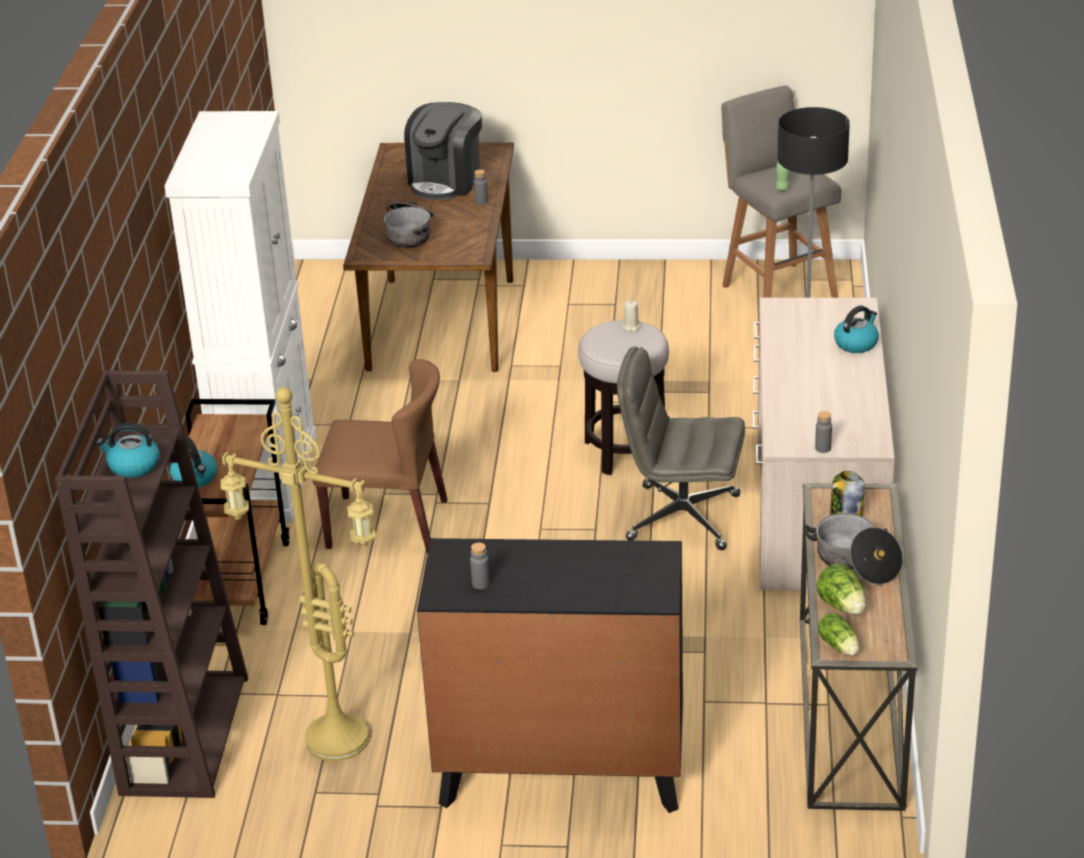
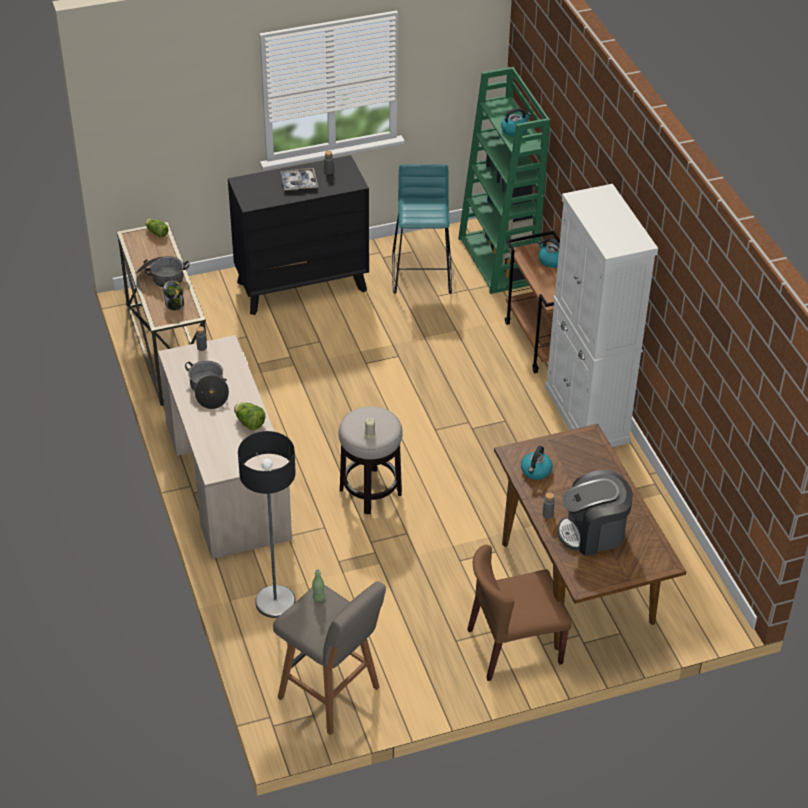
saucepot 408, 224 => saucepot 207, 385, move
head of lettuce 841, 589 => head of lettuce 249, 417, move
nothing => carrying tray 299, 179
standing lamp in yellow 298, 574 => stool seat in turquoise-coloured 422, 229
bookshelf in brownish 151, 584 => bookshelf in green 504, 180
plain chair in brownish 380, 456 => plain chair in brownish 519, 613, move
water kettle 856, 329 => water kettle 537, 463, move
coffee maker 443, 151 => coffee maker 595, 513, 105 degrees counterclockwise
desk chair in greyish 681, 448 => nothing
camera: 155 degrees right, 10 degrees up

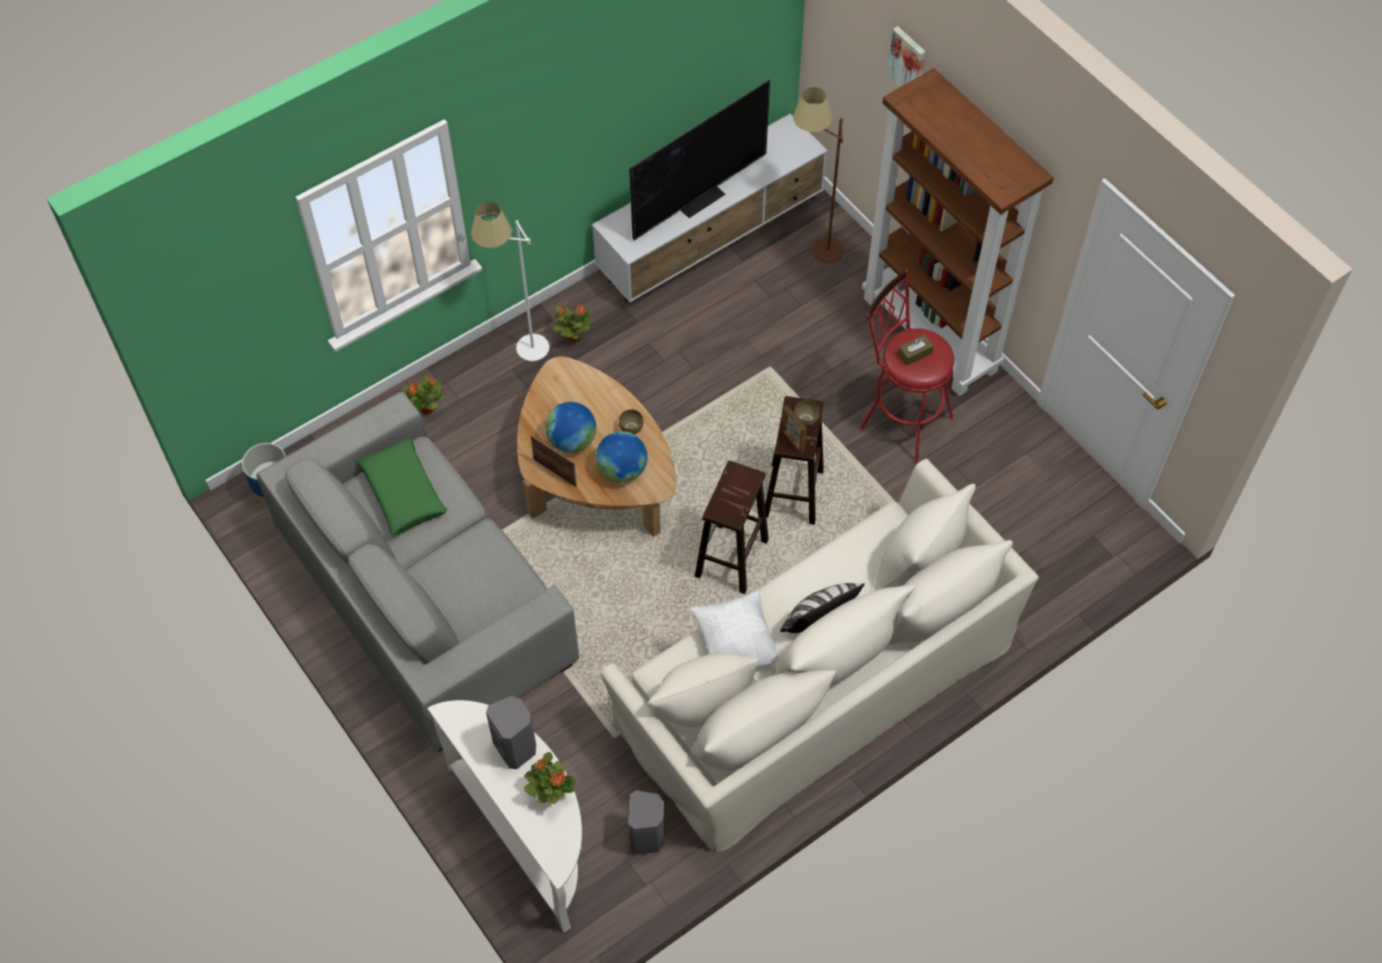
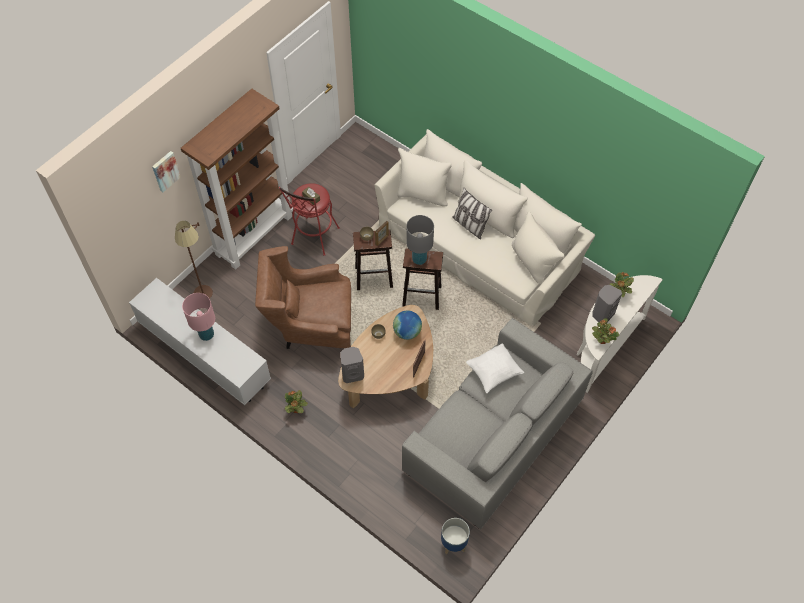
TV set 700, 160 => lamp for a table in pinkish 198, 317
nothing => armchair in brownish 303, 297
speaker in greyish 646, 822 => speaker in greyish 352, 365, move
nothing => lamp for a table in greyish 420, 240
cushion in white-coloured 735, 629 => cushion in white-coloured 495, 368, move
potted plant 423, 394 => potted plant 605, 331, move
cushion in green 402, 487 => nothing
standing lamp in white-coloured 510, 281 => nothing
desk globe 570, 427 => nothing
camera: 105 degrees left, 0 degrees up

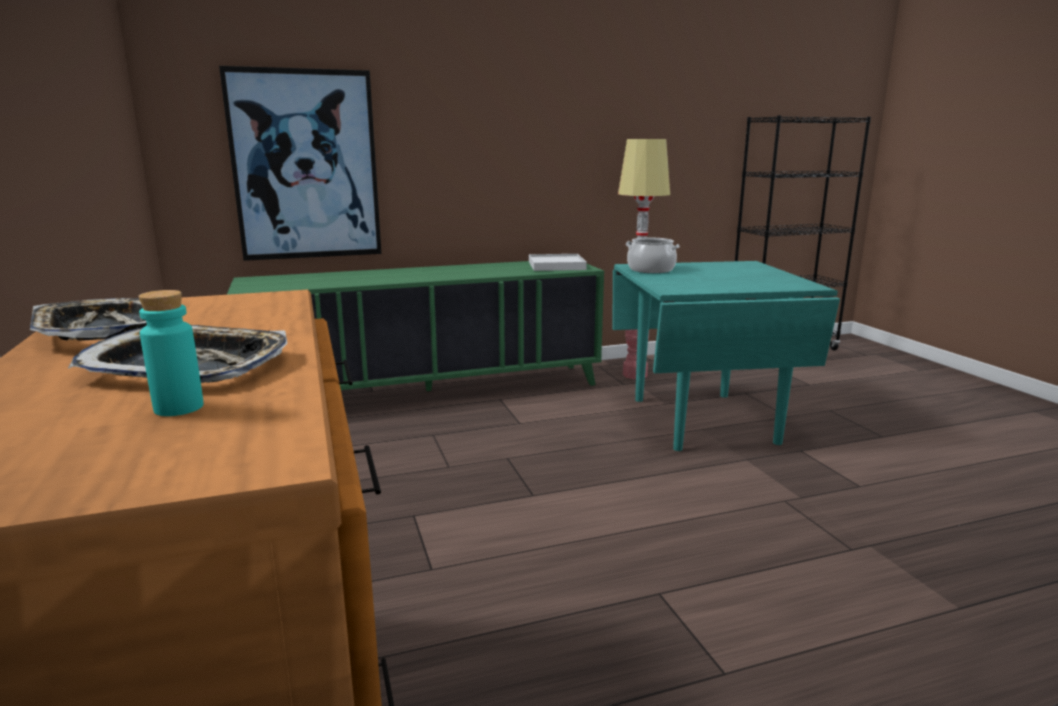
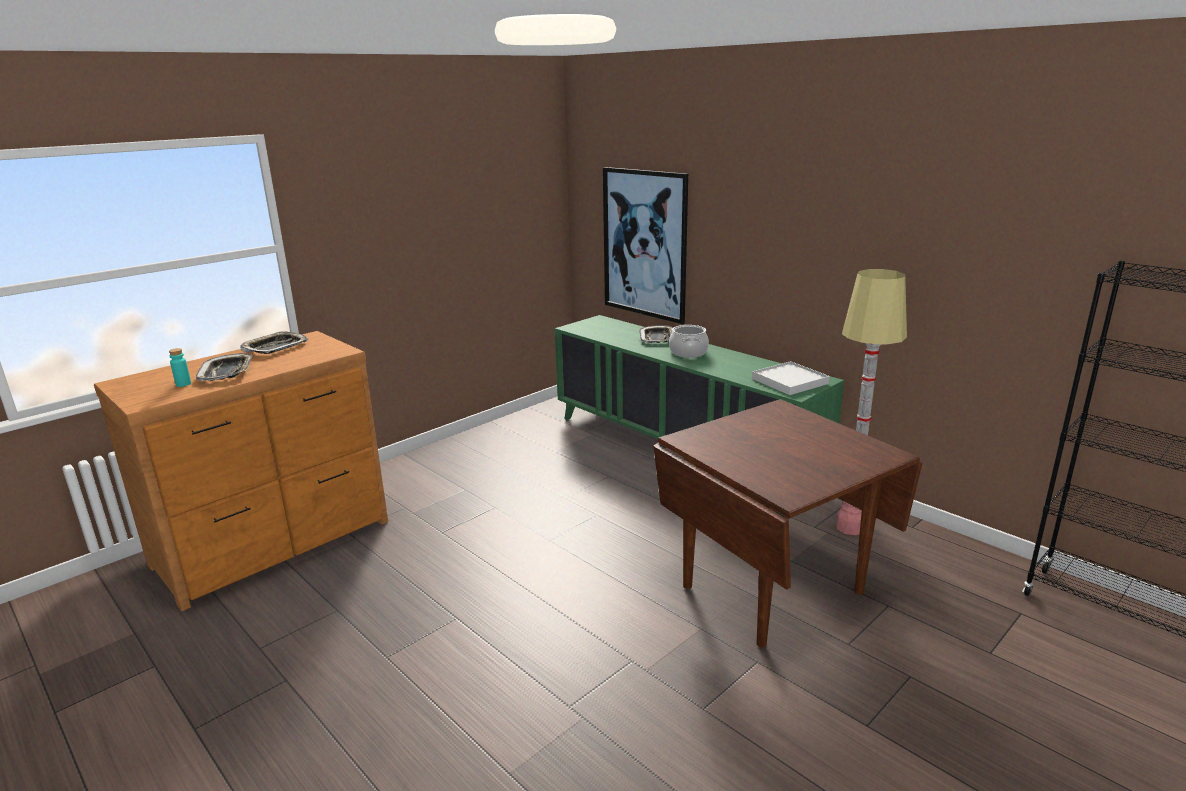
nothing => carrying tray 656, 334
dinner table in turquoise-coloured 726, 356 => dinner table in brownish 788, 523
saucepot 652, 255 => saucepot 689, 341, move
camera: 65 degrees right, 5 degrees up

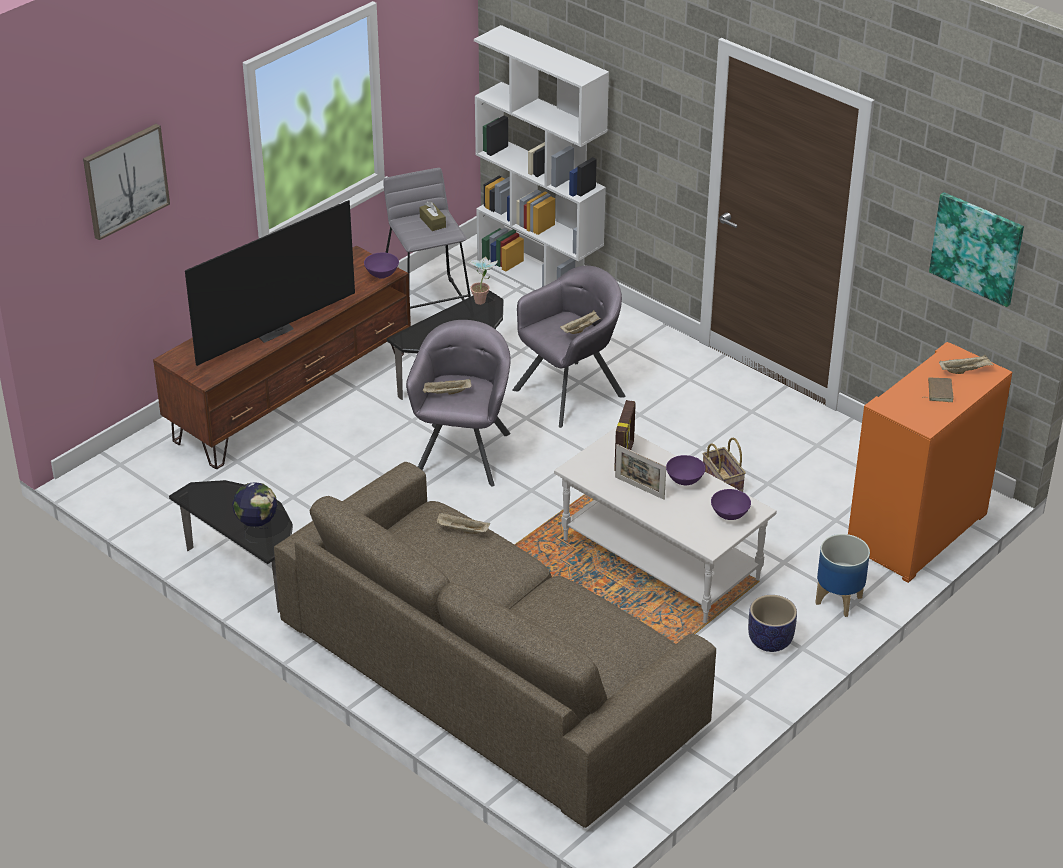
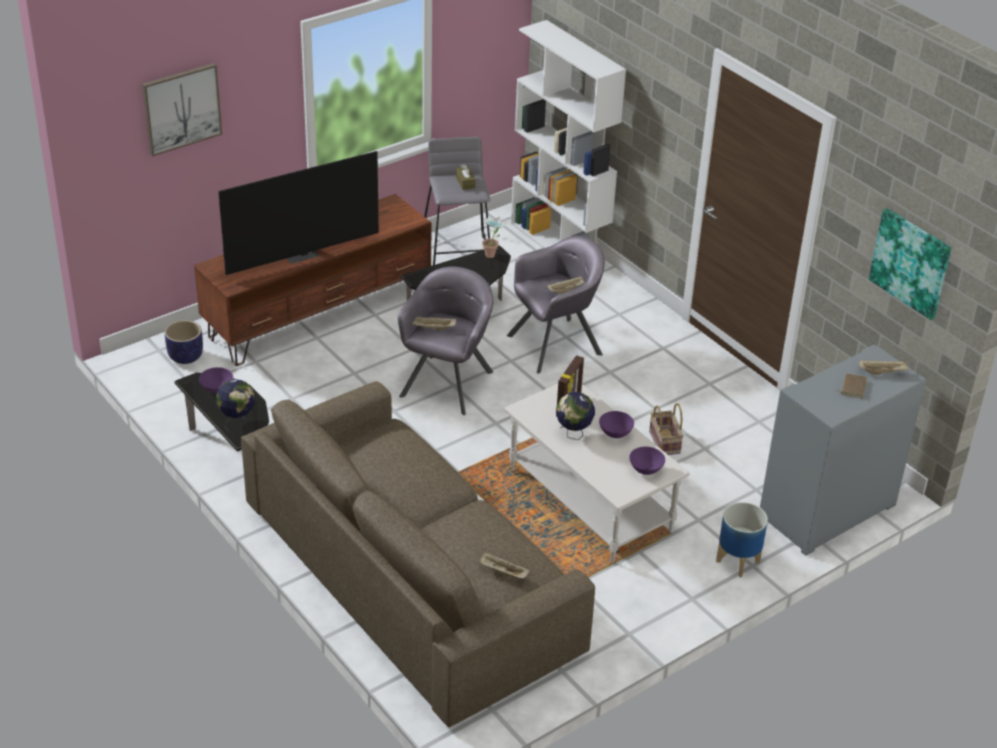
flower pot 772, 623 => flower pot 184, 342, move
serving bowl in purplish 381, 265 => serving bowl in purplish 216, 380, move
carrying tray in beige 463, 523 => carrying tray in beige 504, 565, move
photo frame 640, 472 => desk globe 575, 416
cupboard in orangey 930, 462 => cupboard in greyish 843, 450
camera: 10 degrees right, 0 degrees up

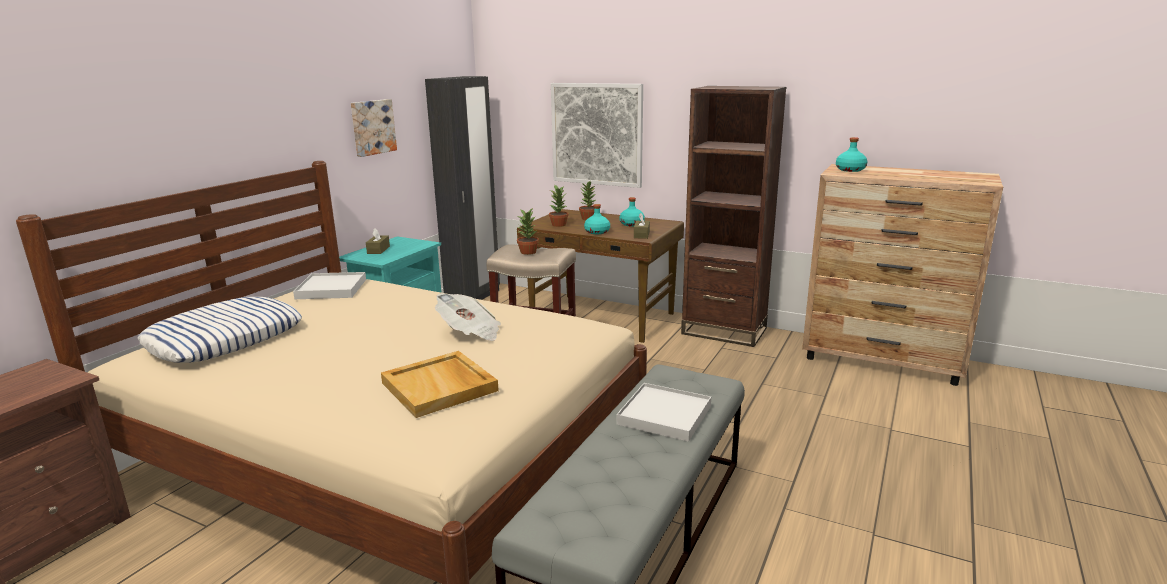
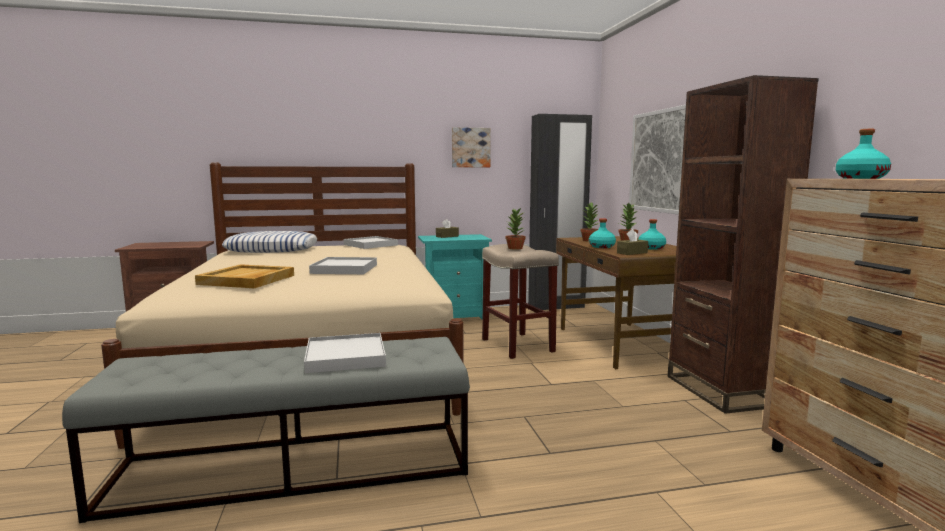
newspaper 468, 317 => carrying tray in white-coloured 343, 265
camera: 50 degrees right, 10 degrees down

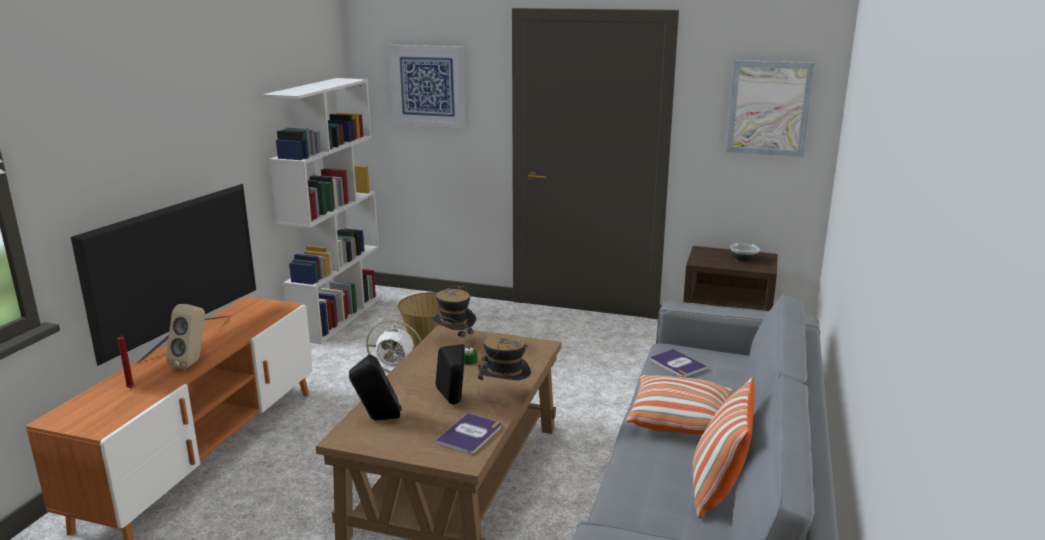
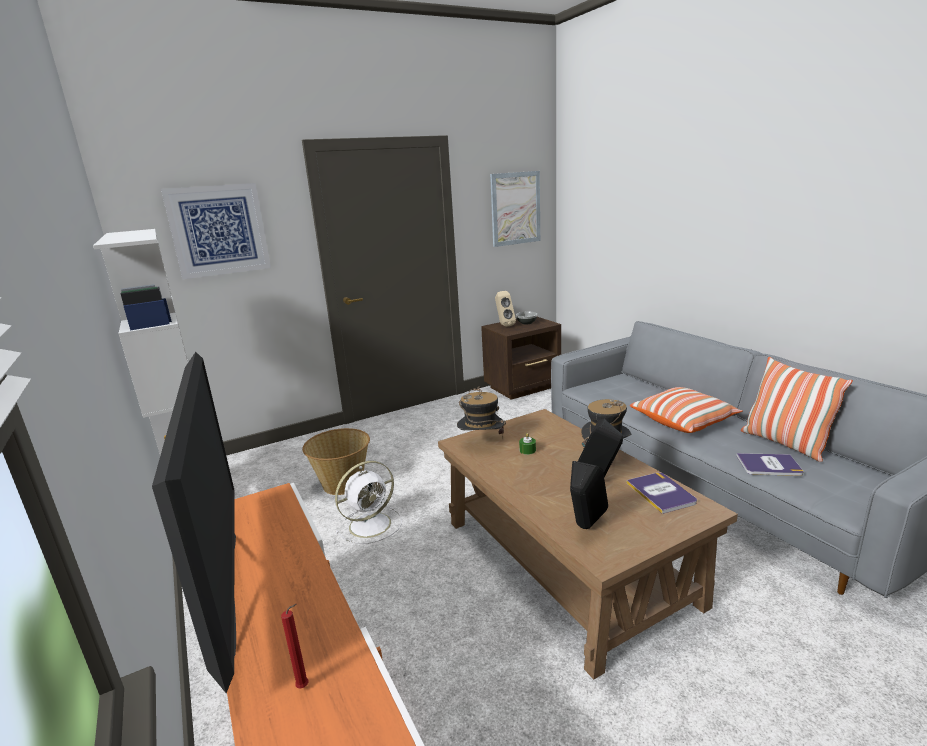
speaker in beige 185, 336 => speaker in beige 505, 309, move
bound book 679, 363 => bound book 770, 464, move
camera: 45 degrees left, 0 degrees up

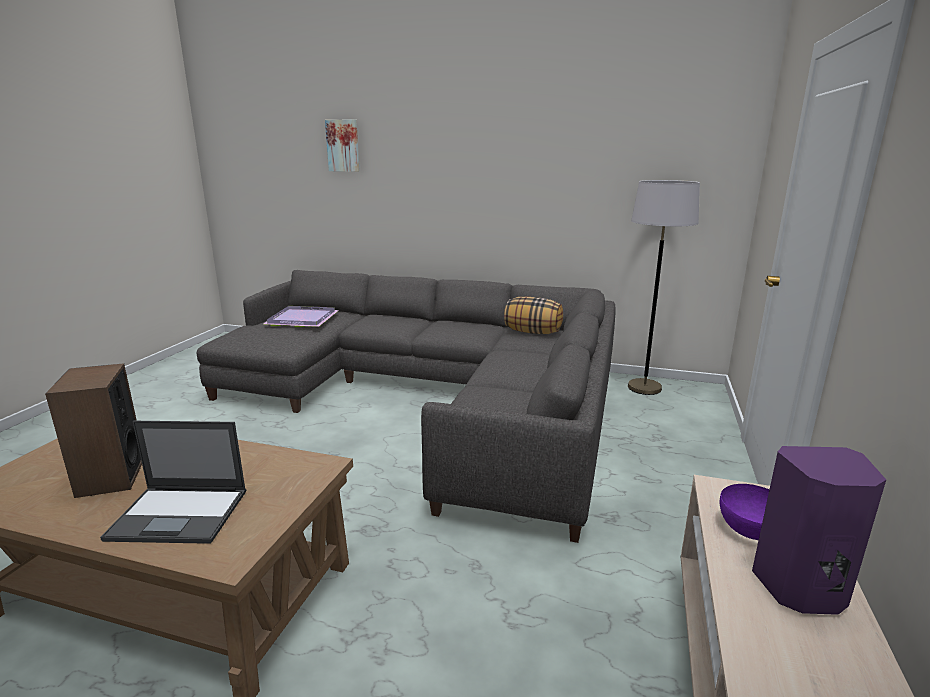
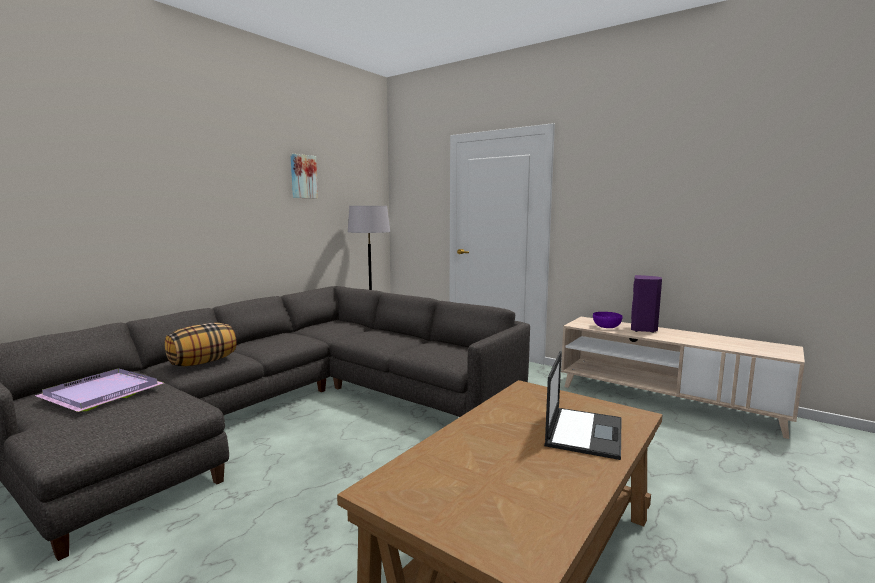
cushion 533, 315 => cushion 201, 345, move
picture 342, 145 => picture 304, 176, move
speaker 93, 430 => nothing
camera: 70 degrees left, 10 degrees down

